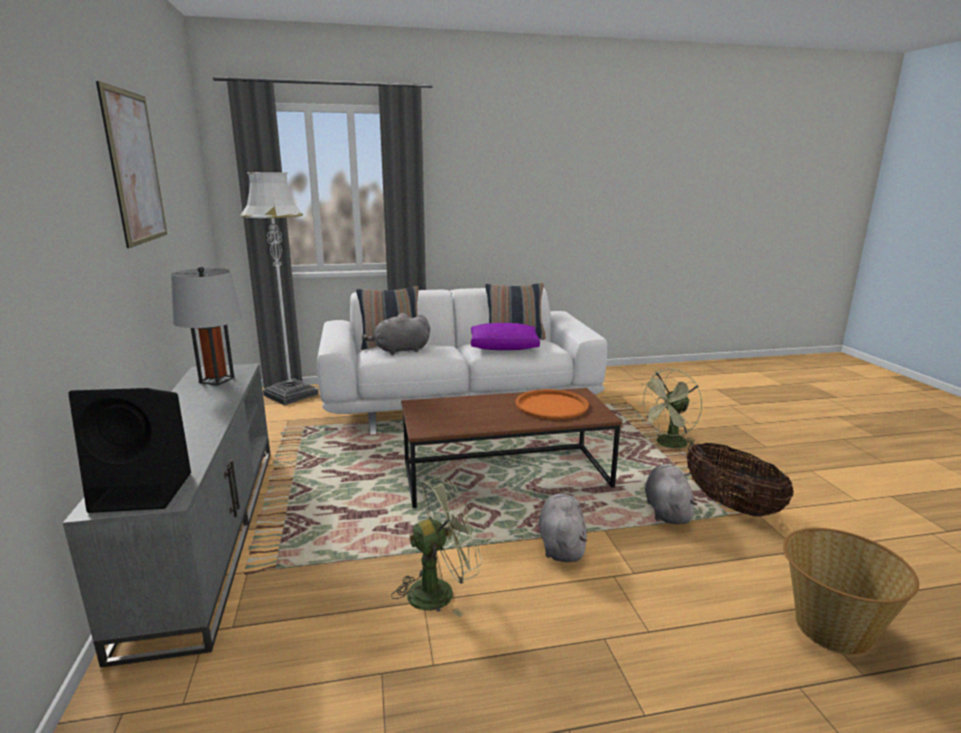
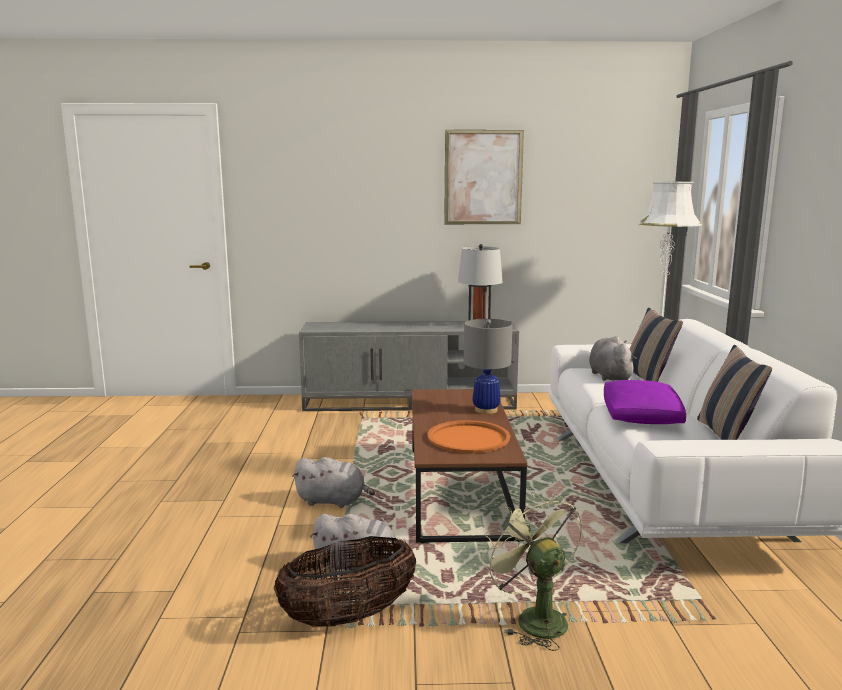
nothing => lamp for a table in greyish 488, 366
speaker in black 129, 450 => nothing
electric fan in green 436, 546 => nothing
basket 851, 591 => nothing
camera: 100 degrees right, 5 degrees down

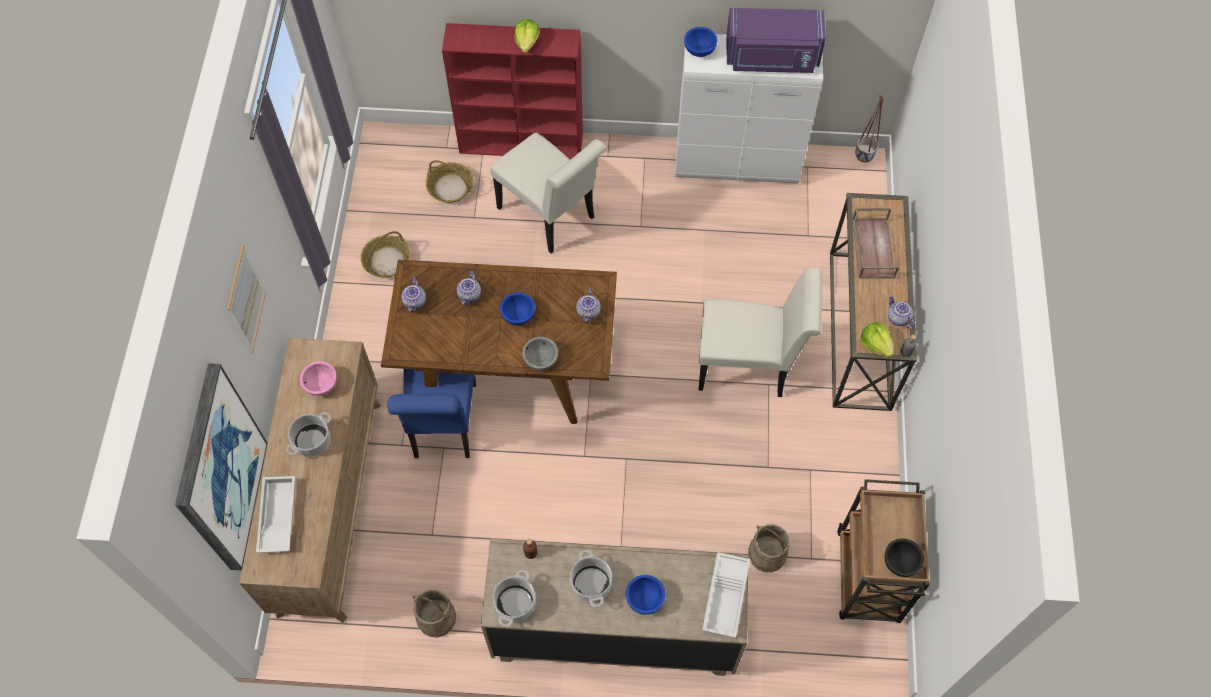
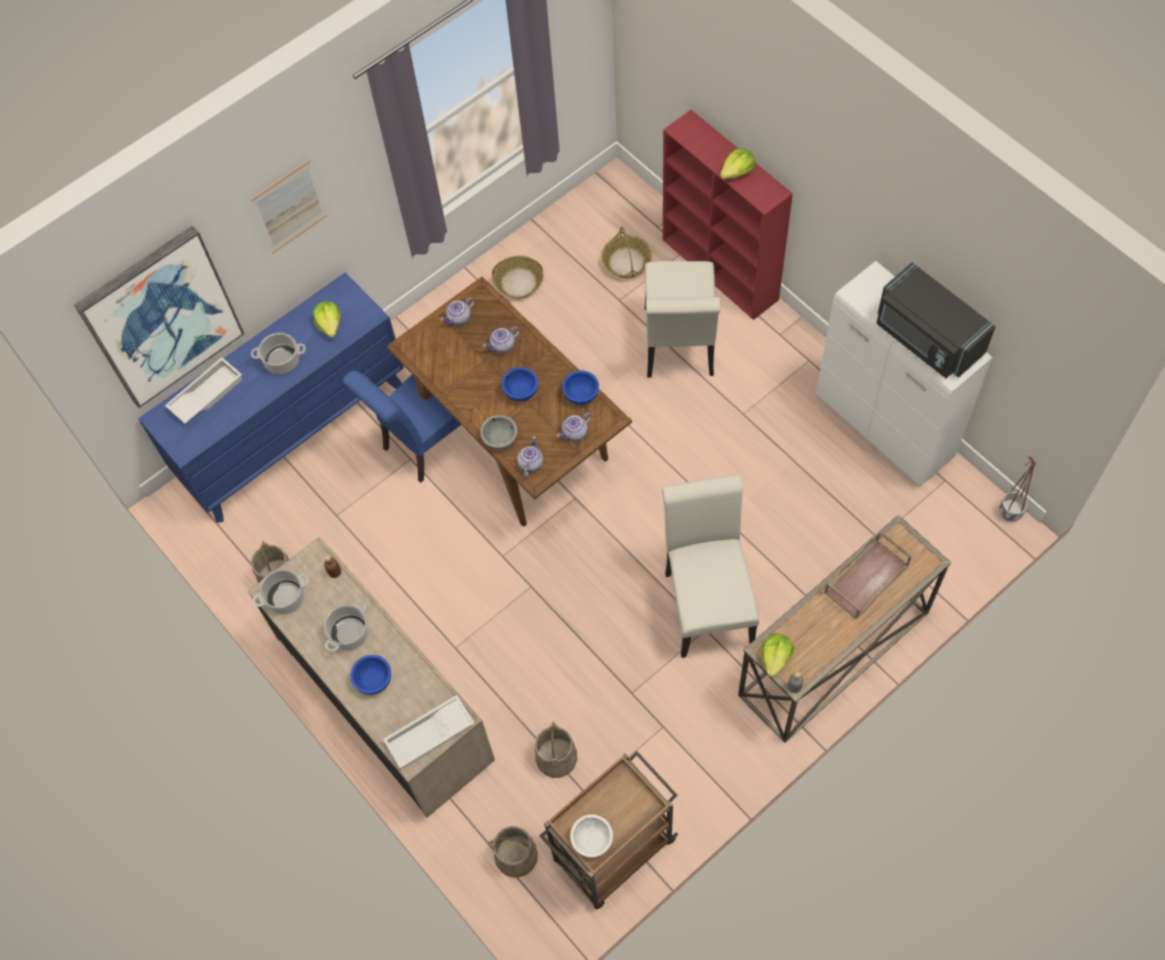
chest of drawers in brownish 310, 480 => chest of drawers in blue-coloured 271, 398
serving bowl in pinkish 318, 378 => head of lettuce 326, 319
nothing => bucket in beige 513, 852
pot for tea 901, 312 => pot for tea 530, 457, move
serving bowl in blue-coloured 701, 42 => serving bowl in blue-coloured 580, 388, move
serving bowl in black 904, 557 => serving bowl in white-coloured 591, 836
plain chair in white-coloured 760, 332 => plain chair in white-coloured 710, 566, 150 degrees counterclockwise
kitchen microwave in purplish 776, 40 => kitchen microwave in black 936, 320
camera: 50 degrees right, 0 degrees up

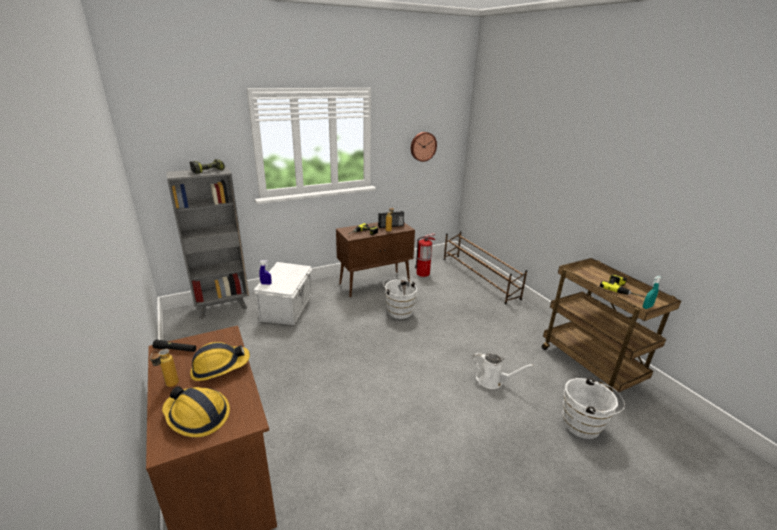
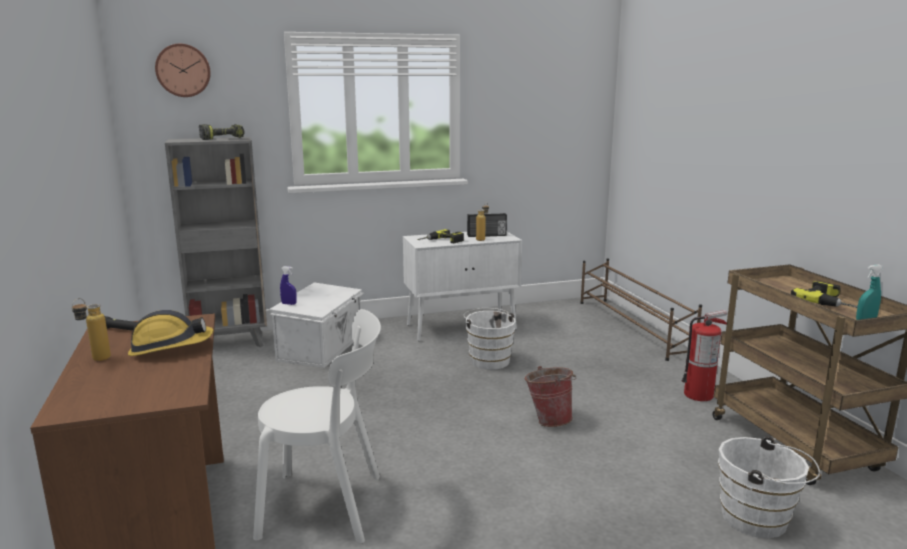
hanging clock 424, 147 => hanging clock 183, 70, move
nothing => plain chair in white-coloured 317, 426
cupboard in brownish 375, 260 => cupboard in white-coloured 462, 286
nothing => bucket 551, 396
extinguisher 425, 255 => extinguisher 705, 355, move
hard hat 196, 412 => nothing
watering pot in white-coloured 503, 371 => nothing
camera: 10 degrees right, 10 degrees down

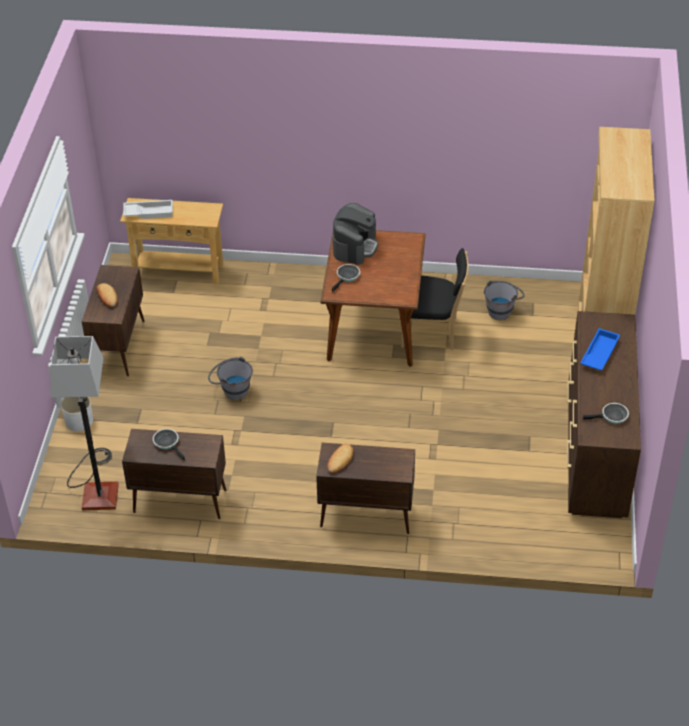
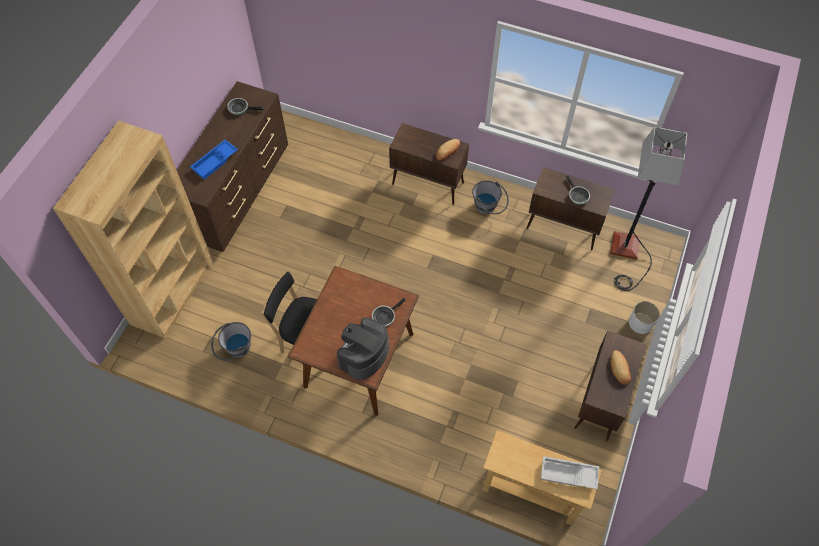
bucket in greyish 230, 378 => bucket in greyish 490, 197, move
camera: 165 degrees left, 15 degrees up

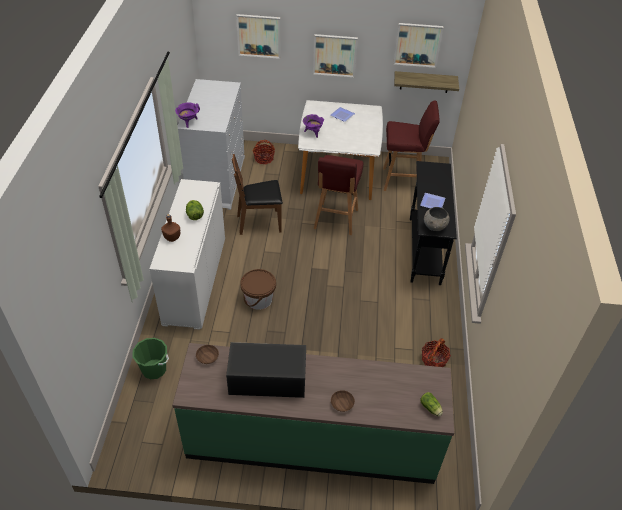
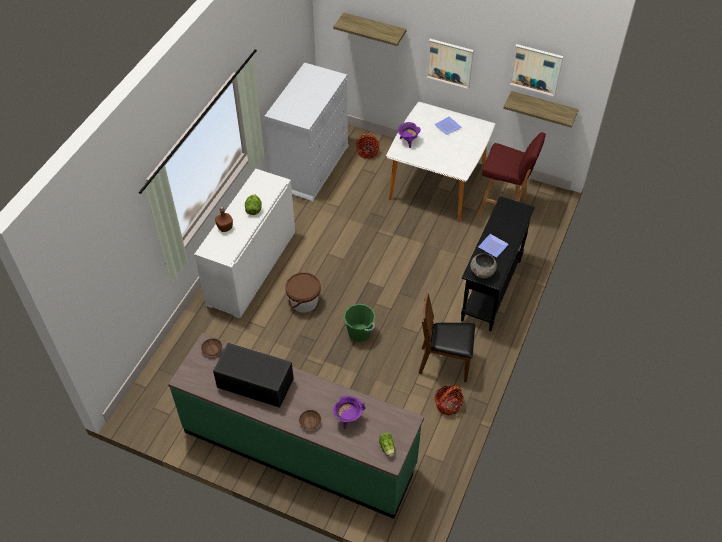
picture 258, 36 => shelf 370, 29
saucepot in purplish 187, 115 => saucepot in purplish 349, 412, move
bucket in green 150, 358 => bucket in green 359, 323, move
plain chair in brownish 257, 194 => plain chair in brownish 447, 337, move
stool seat in red 338, 195 => nothing
camera: 20 degrees right, 5 degrees up

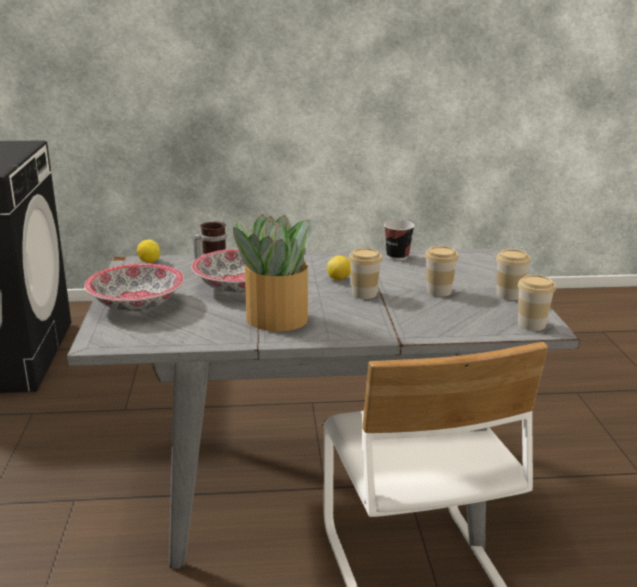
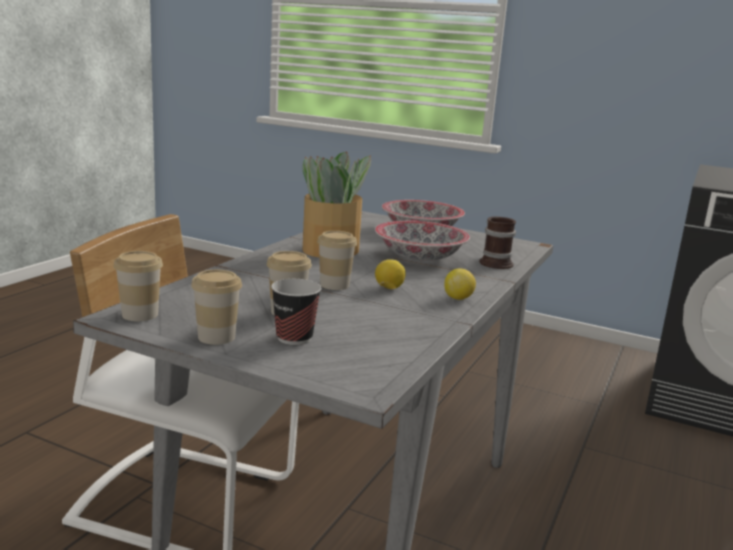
cup 399, 240 => cup 296, 312, move
lemon 148, 251 => lemon 460, 284, move
camera: 120 degrees right, 5 degrees down

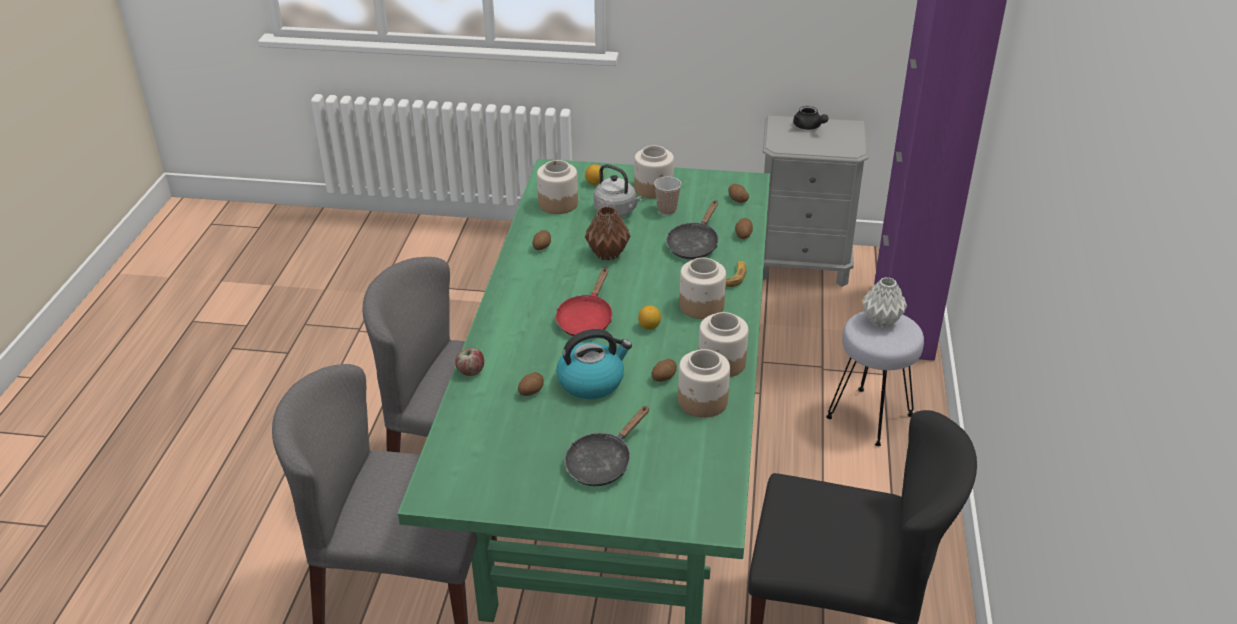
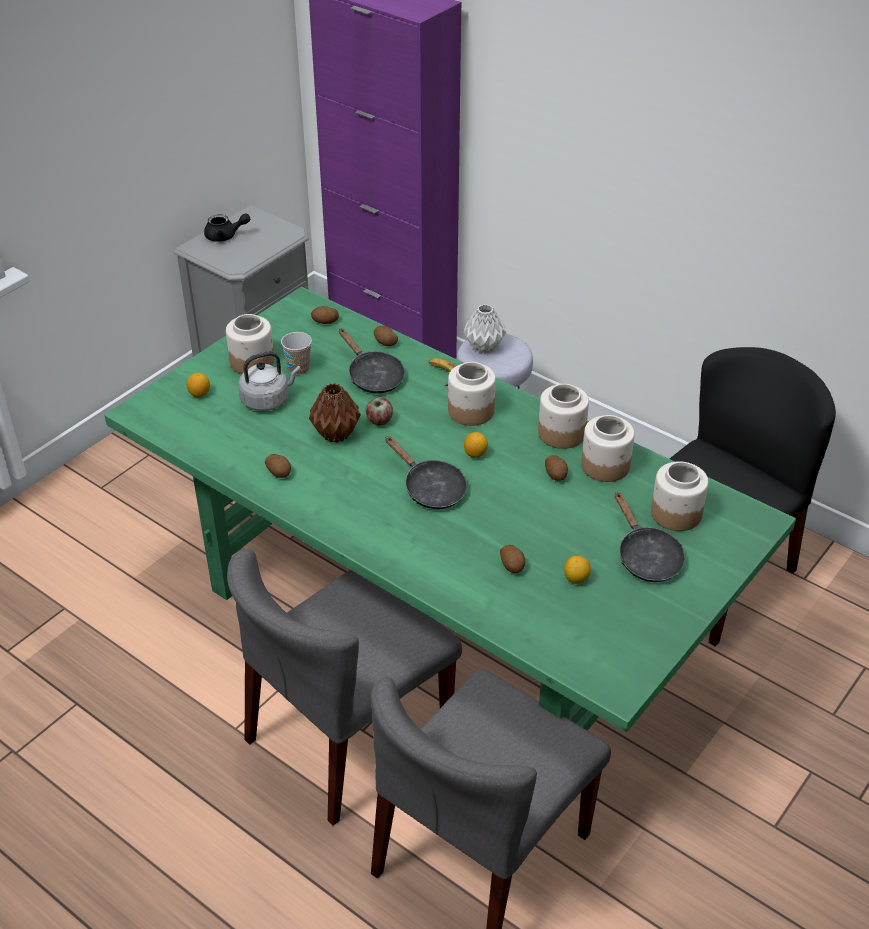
apple fruit 469, 362 => apple fruit 379, 411, move
frying pan in red 584, 301 => frying pan in black 426, 472
nothing => lemon 577, 570
jar 557, 187 => jar 680, 496, move
water kettle 594, 364 => nothing
camera: 60 degrees left, 5 degrees up

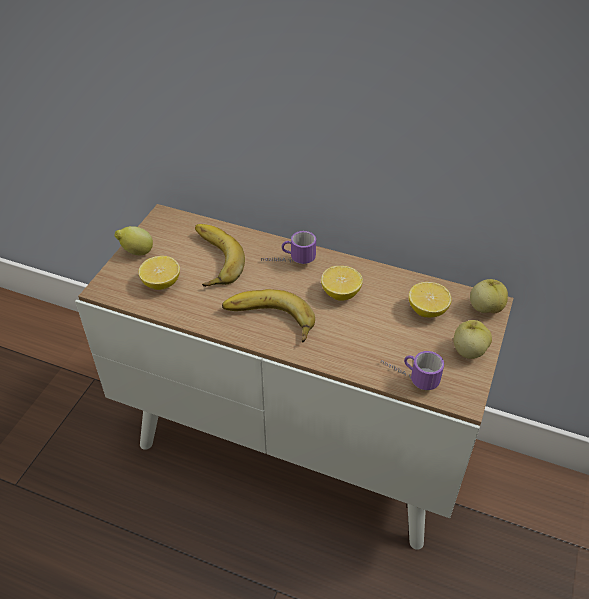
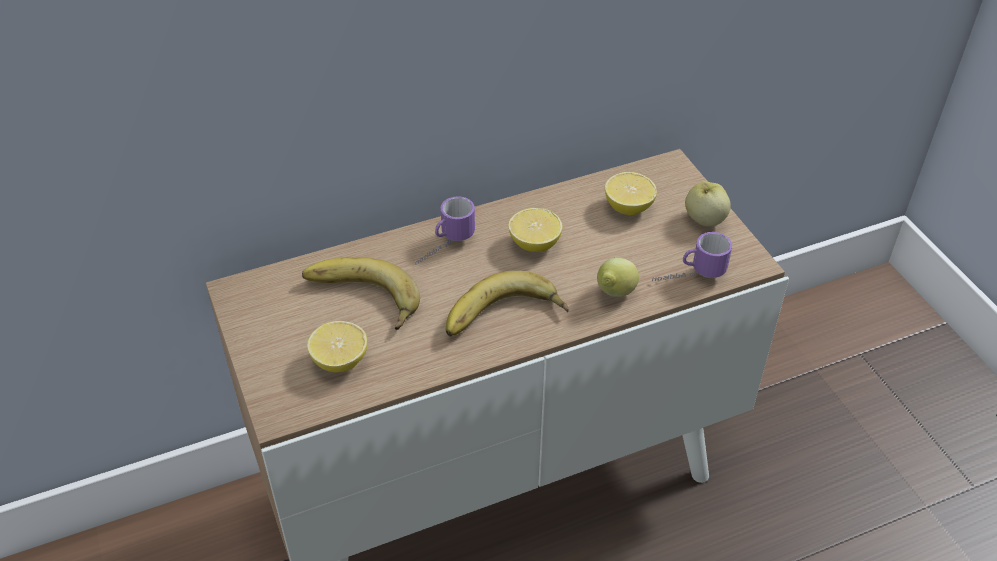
lemon 133, 241 => lemon 618, 277, move
apple fruit 489, 296 => nothing
camera: 45 degrees left, 0 degrees up

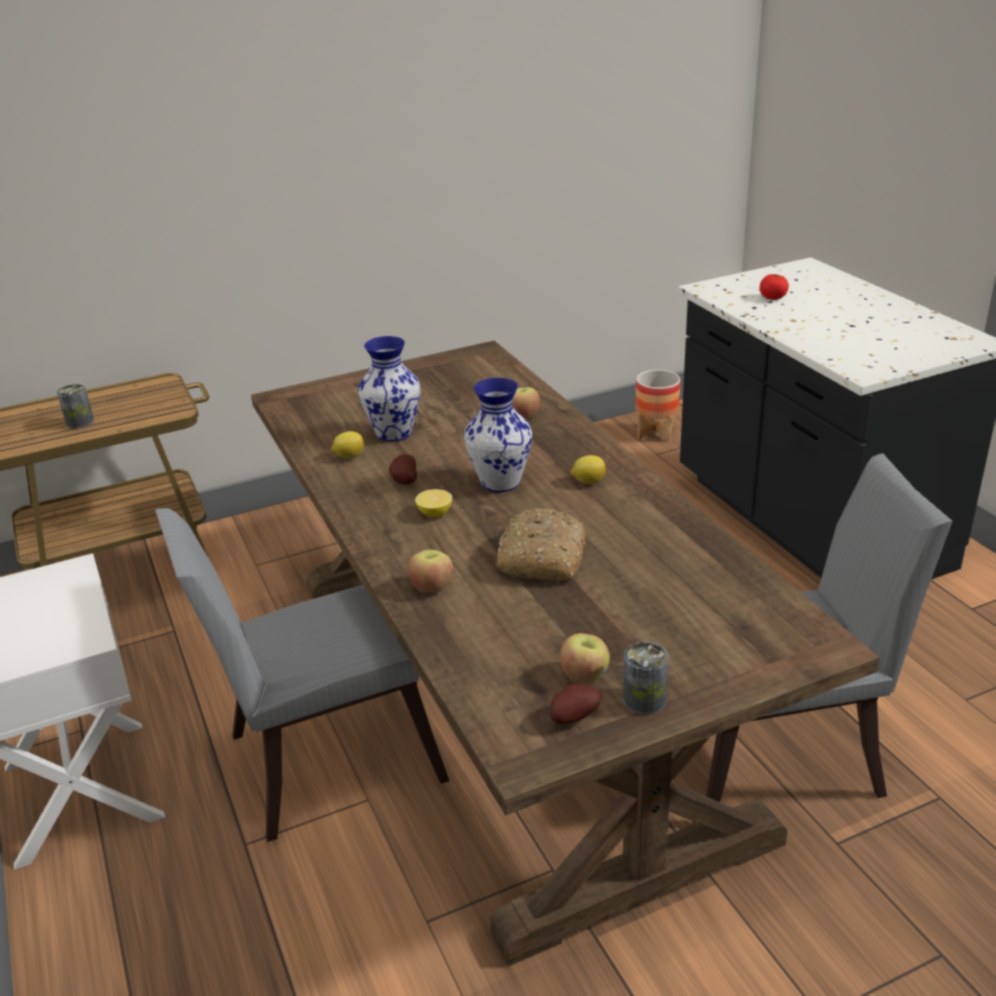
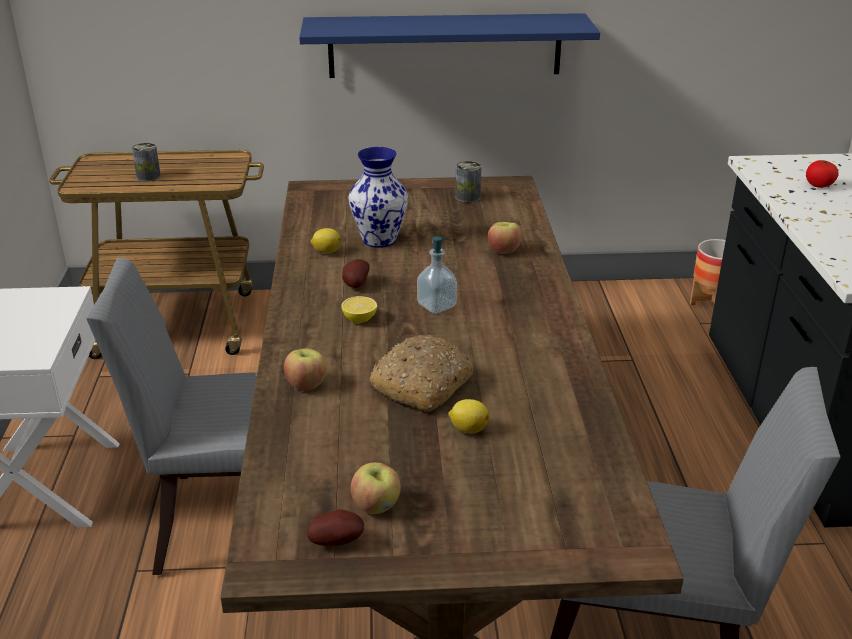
nothing => shelf in blue-coloured 449, 45
vase 498, 435 => liquid soap bottle 437, 275
lemon 588, 469 => lemon 468, 416, move
metal can 645, 678 => metal can 468, 182, move
camera: 20 degrees right, 0 degrees up

